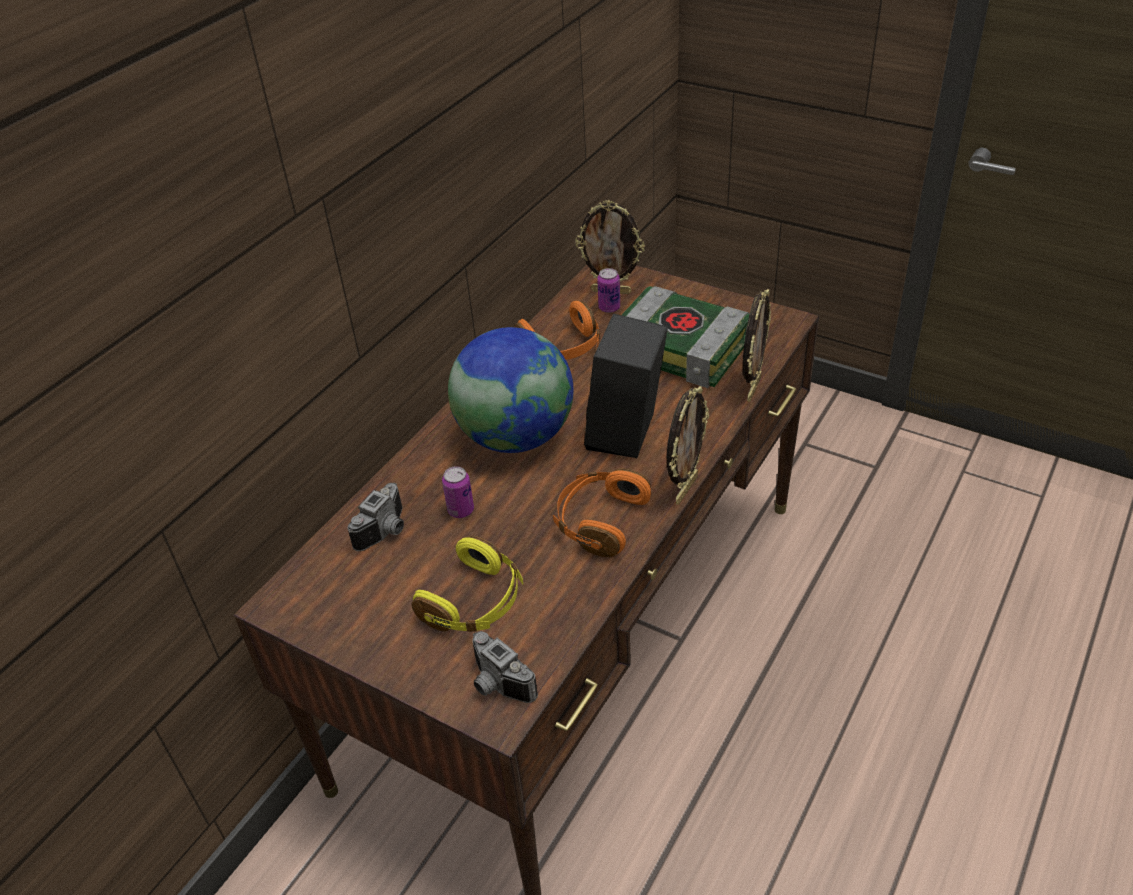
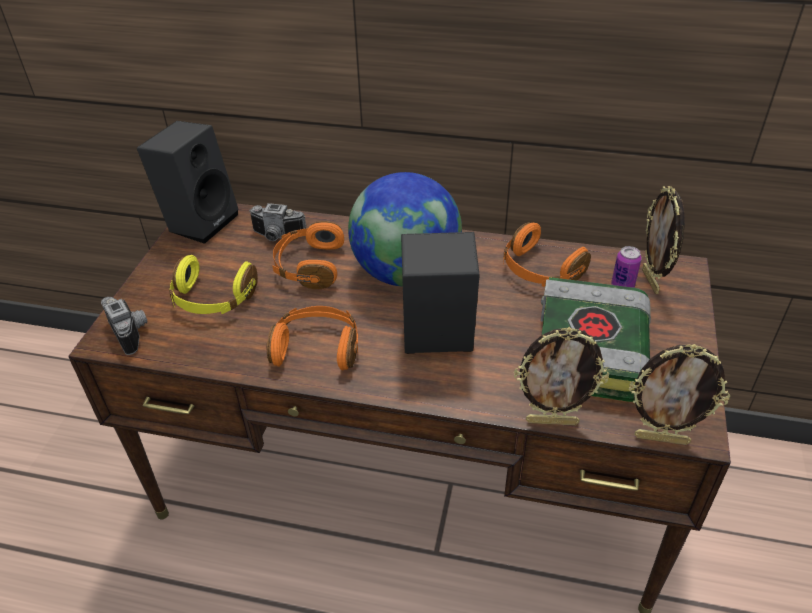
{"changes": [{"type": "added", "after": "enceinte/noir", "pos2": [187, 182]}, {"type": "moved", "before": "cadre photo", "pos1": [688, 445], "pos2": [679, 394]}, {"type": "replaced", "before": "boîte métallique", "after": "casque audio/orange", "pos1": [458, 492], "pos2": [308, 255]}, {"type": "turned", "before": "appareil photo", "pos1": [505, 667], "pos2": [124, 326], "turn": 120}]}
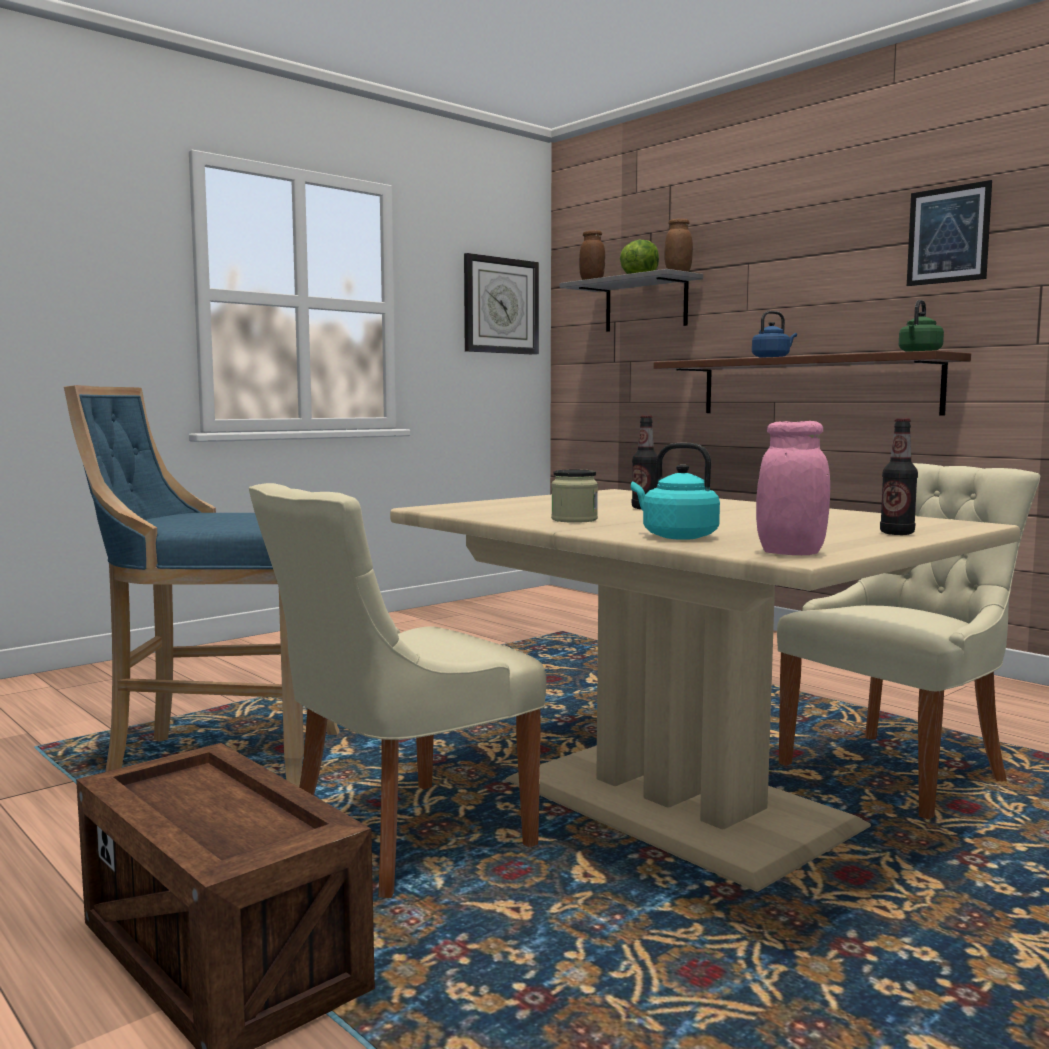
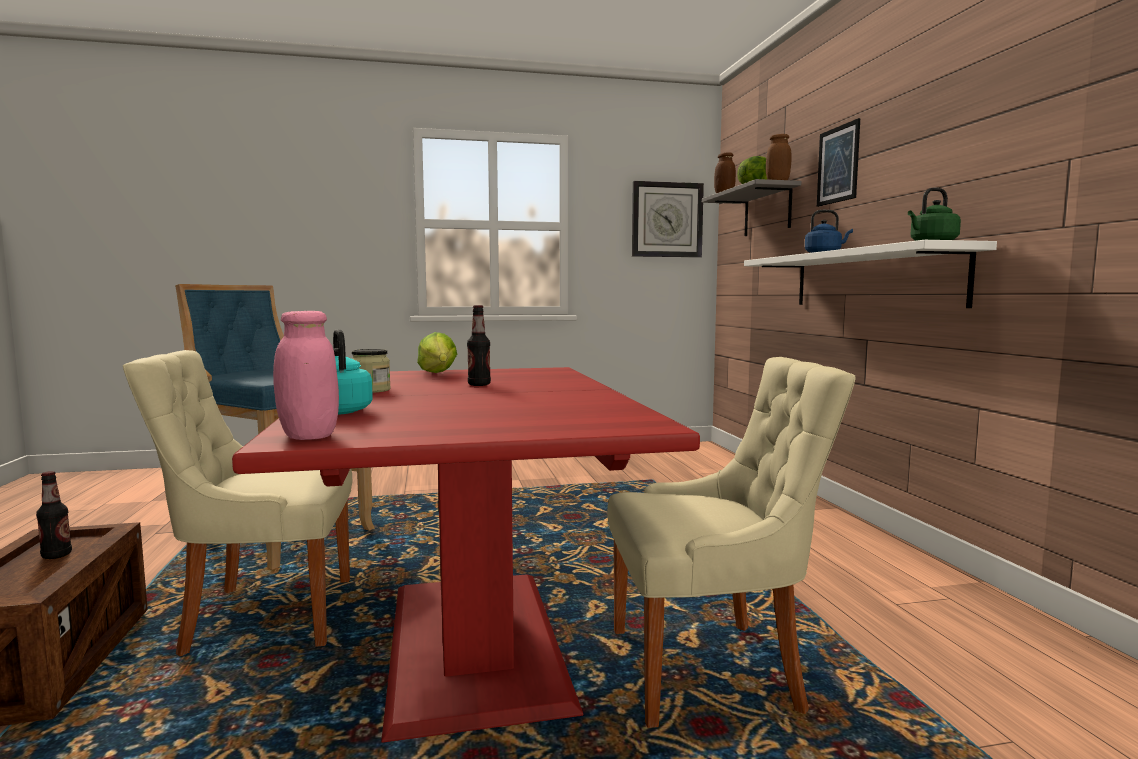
{"changes": [{"type": "added", "after": "laitue", "pos2": [437, 352]}, {"type": "moved", "before": "bouteille", "pos1": [899, 476], "pos2": [54, 515]}, {"type": "moved", "before": "tableau", "pos1": [949, 233], "pos2": [838, 162]}, {"type": "recoloured", "before": "table à manger/beige", "after": "table à manger/rouge", "pos1": [705, 690], "pos2": [466, 555]}, {"type": "recoloured", "before": "étagère/marron", "after": "étagère/blanc", "pos1": [812, 382], "pos2": [870, 274]}]}
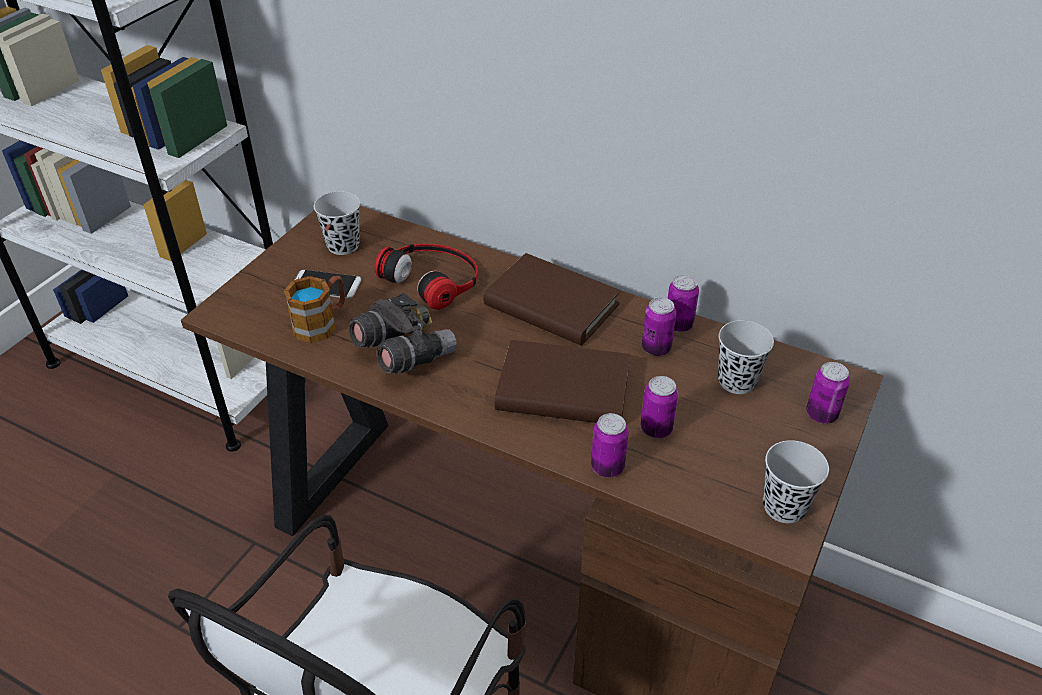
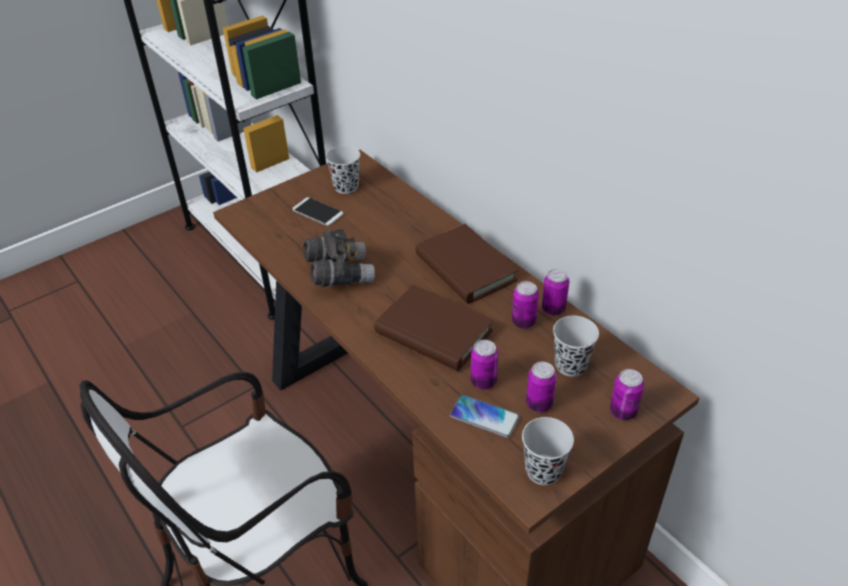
{"changes": [{"type": "removed", "before": "mug", "pos1": [314, 309]}, {"type": "removed", "before": "casque audio", "pos1": [426, 277]}, {"type": "added", "after": "téléphone", "pos2": [485, 416]}, {"type": "moved", "before": "boîte métallique", "pos1": [610, 445], "pos2": [541, 387]}]}
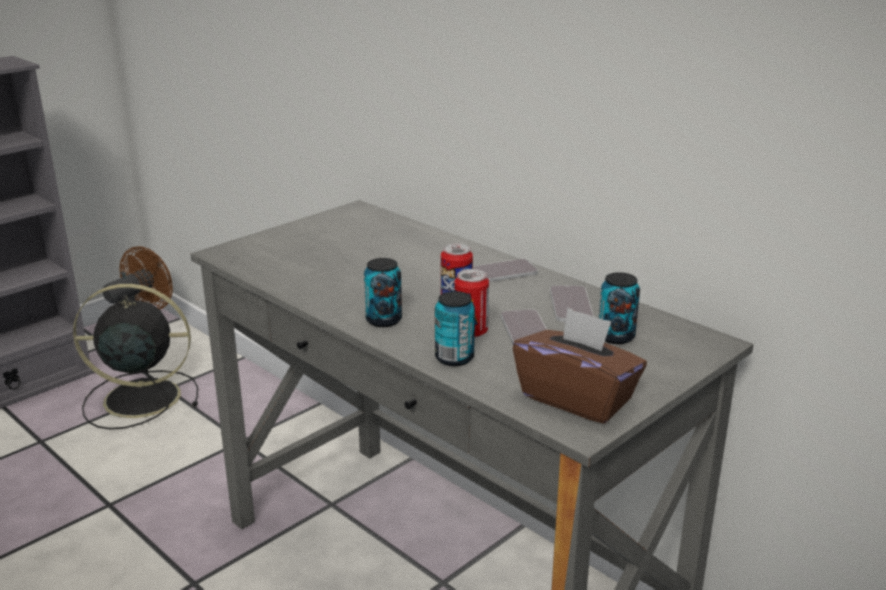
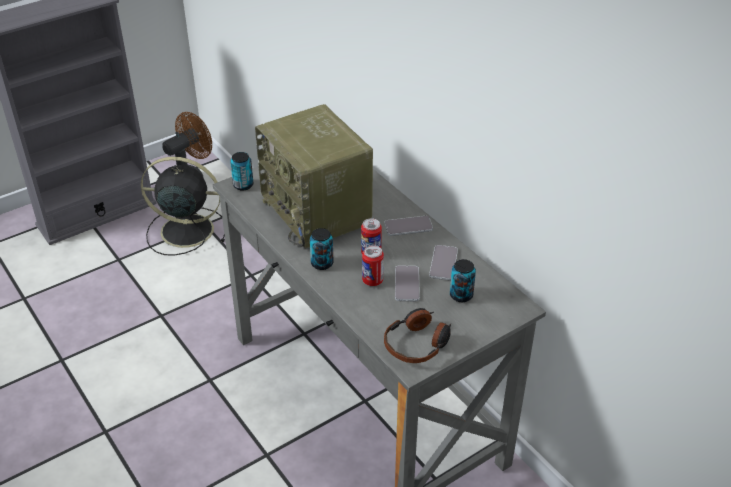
{"changes": [{"type": "added", "after": "radio", "pos2": [314, 176]}, {"type": "moved", "before": "boîte métallique", "pos1": [455, 328], "pos2": [241, 171]}, {"type": "replaced", "before": "boîte à mouchoirs/marron", "after": "casque audio", "pos1": [580, 365], "pos2": [417, 335]}]}
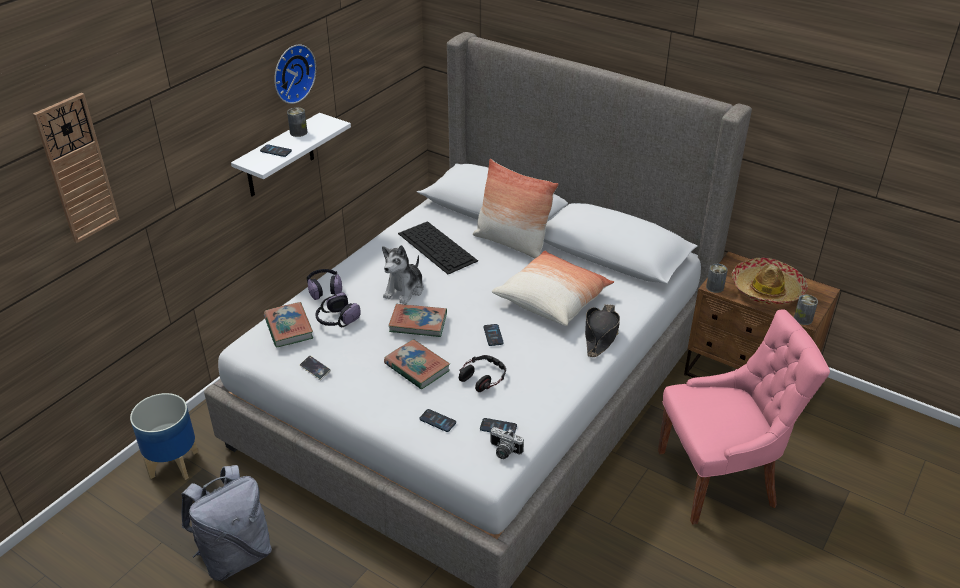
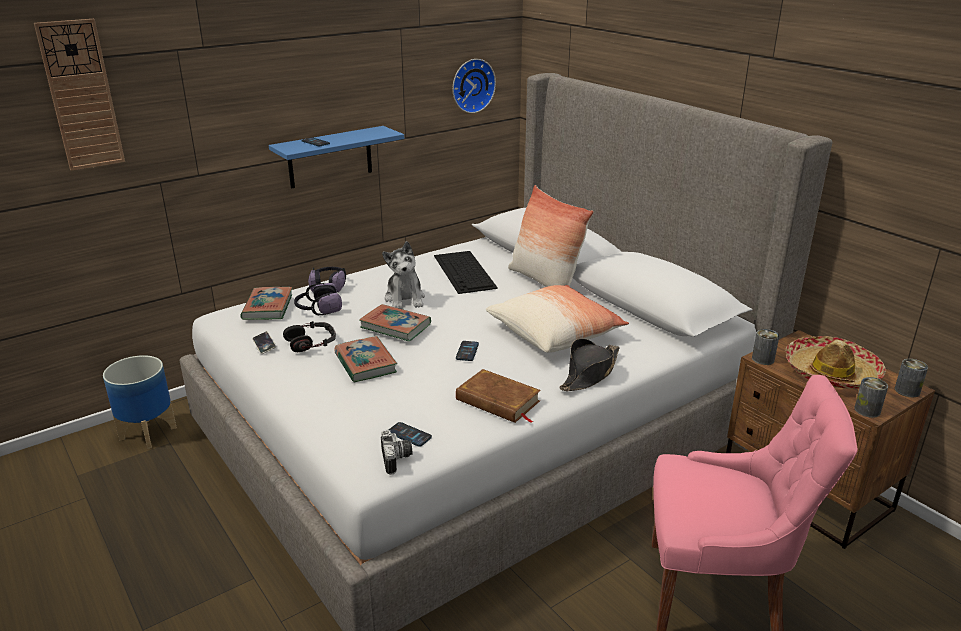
{"changes": [{"type": "removed", "before": "sac à dos/gris", "pos1": [226, 523]}, {"type": "removed", "before": "téléphone", "pos1": [437, 420]}, {"type": "added", "after": "livre/marron", "pos2": [498, 396]}, {"type": "moved", "before": "horloge murale", "pos1": [295, 74], "pos2": [474, 86]}, {"type": "moved", "before": "boîte métallique", "pos1": [297, 122], "pos2": [911, 378]}, {"type": "moved", "before": "casque audio", "pos1": [482, 373], "pos2": [309, 336]}, {"type": "recoloured", "before": "étagère/blanc", "after": "étagère/bleu", "pos1": [291, 154], "pos2": [336, 157]}, {"type": "turned", "before": "peluche", "pos1": [403, 275], "pos2": [403, 275], "turn": -60}, {"type": "turned", "before": "appareil photo", "pos1": [507, 443], "pos2": [397, 452], "turn": -150}]}
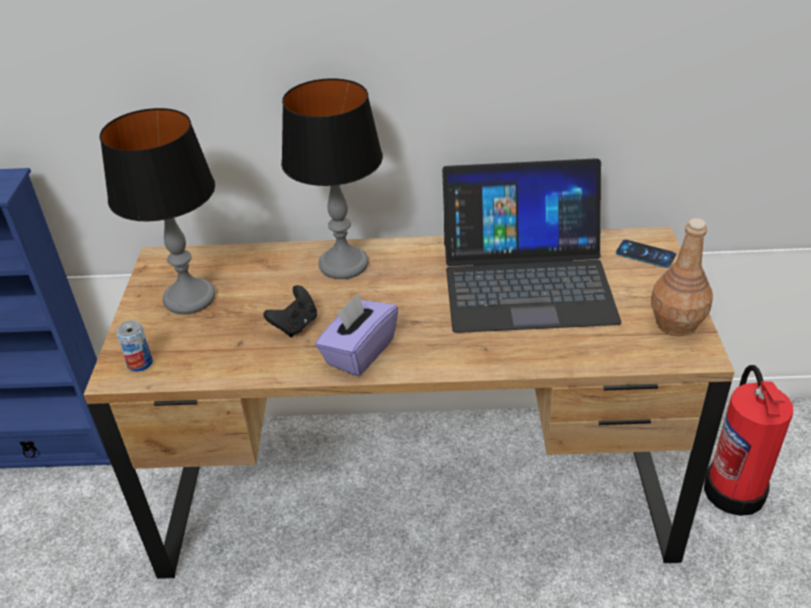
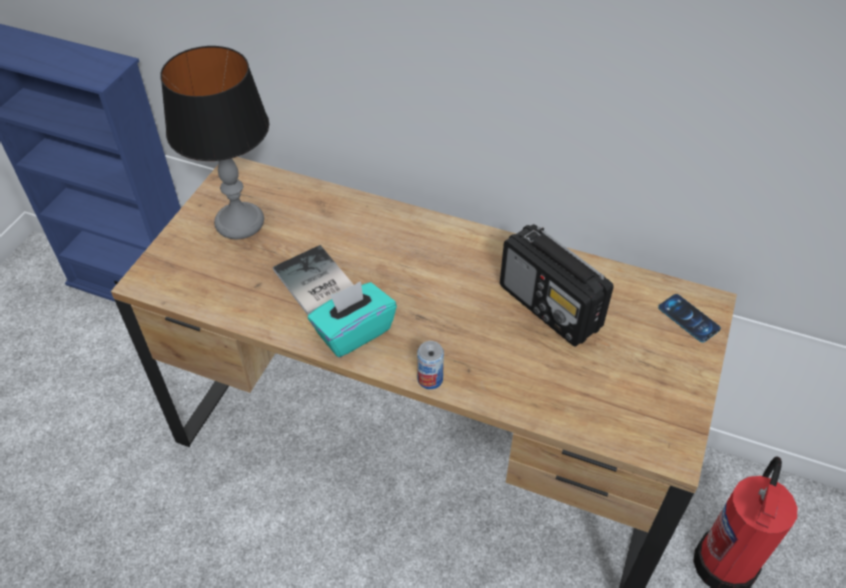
{"changes": [{"type": "removed", "before": "lampe de table", "pos1": [332, 178]}, {"type": "removed", "before": "bouteille/marron", "pos1": [682, 277]}, {"type": "moved", "before": "boîte métallique", "pos1": [134, 346], "pos2": [430, 365]}, {"type": "replaced", "before": "manette/noir", "after": "livre", "pos1": [290, 311], "pos2": [313, 280]}, {"type": "replaced", "before": "ordinateur portable", "after": "radio", "pos1": [531, 245], "pos2": [557, 285]}, {"type": "recoloured", "before": "boîte à mouchoirs/violet", "after": "boîte à mouchoirs/turquoise", "pos1": [356, 334], "pos2": [352, 319]}]}
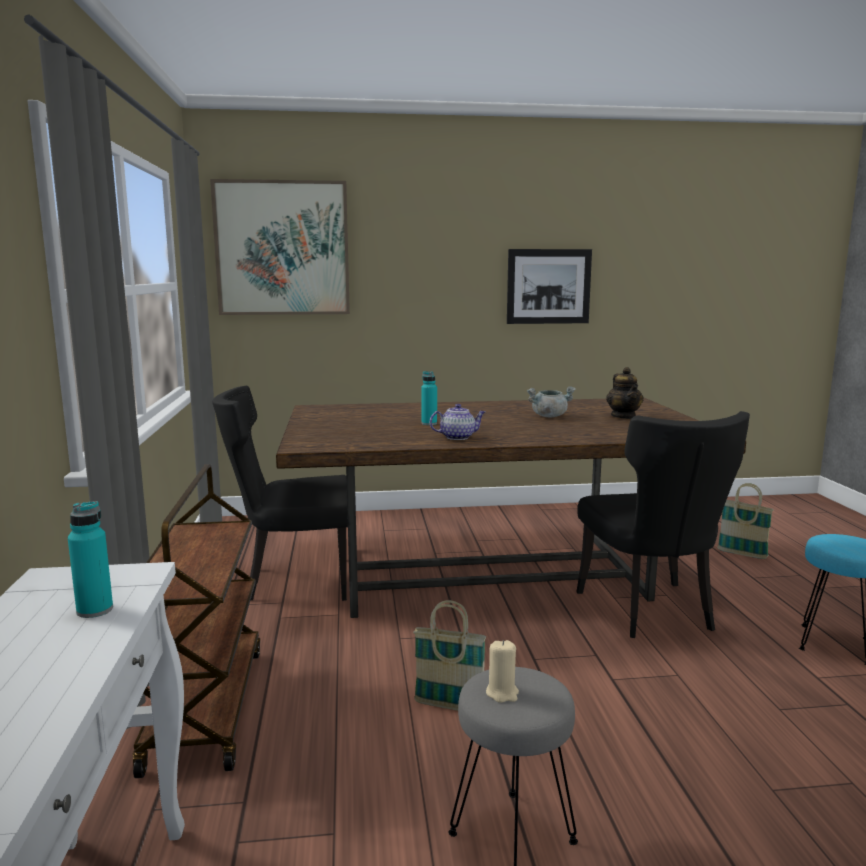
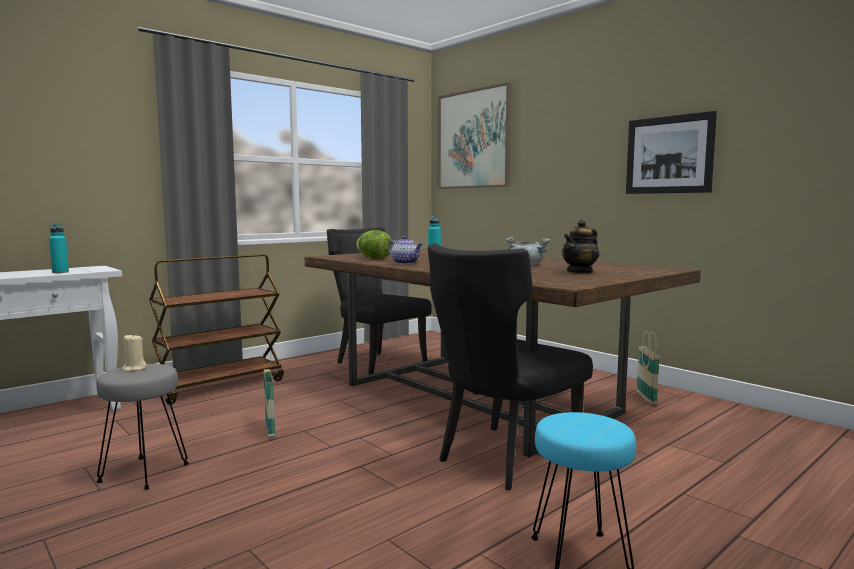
{"changes": [{"type": "added", "after": "laitue", "pos2": [374, 244]}, {"type": "moved", "before": "panier", "pos1": [745, 521], "pos2": [648, 367]}]}
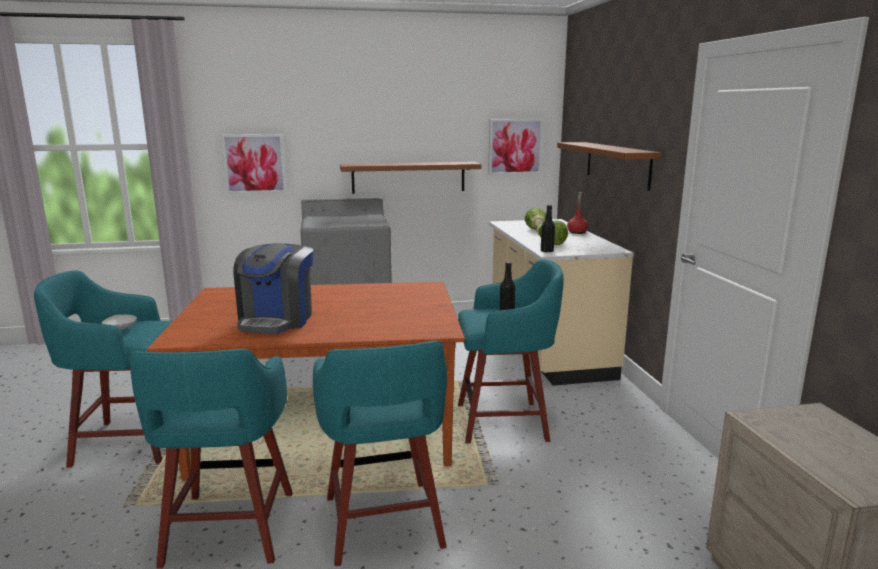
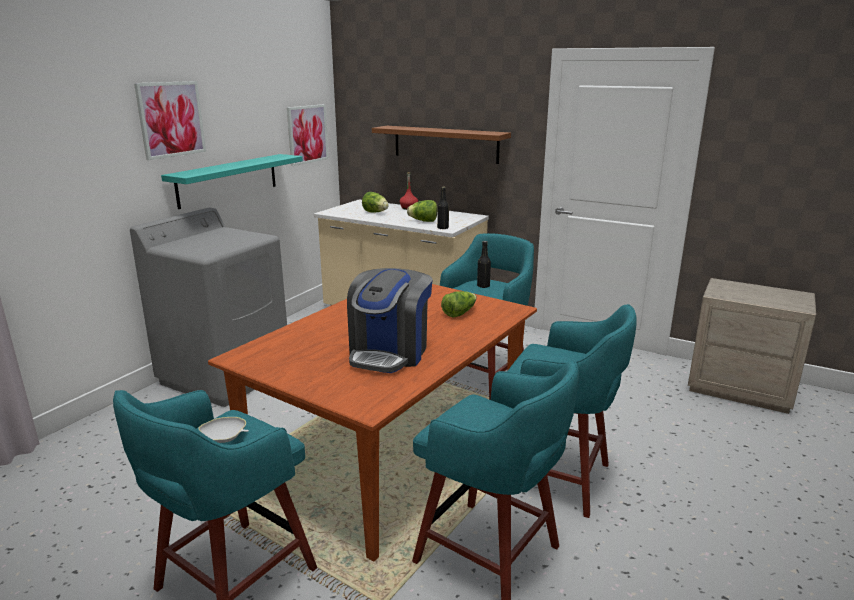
{"changes": [{"type": "added", "after": "laitue", "pos2": [459, 304]}, {"type": "moved", "before": "tableau", "pos1": [253, 164], "pos2": [170, 120]}, {"type": "recoloured", "before": "étagère/marron", "after": "étagère/turquoise", "pos1": [410, 178], "pos2": [232, 181]}, {"type": "turned", "before": "machine à café", "pos1": [273, 288], "pos2": [390, 320], "turn": 60}]}
